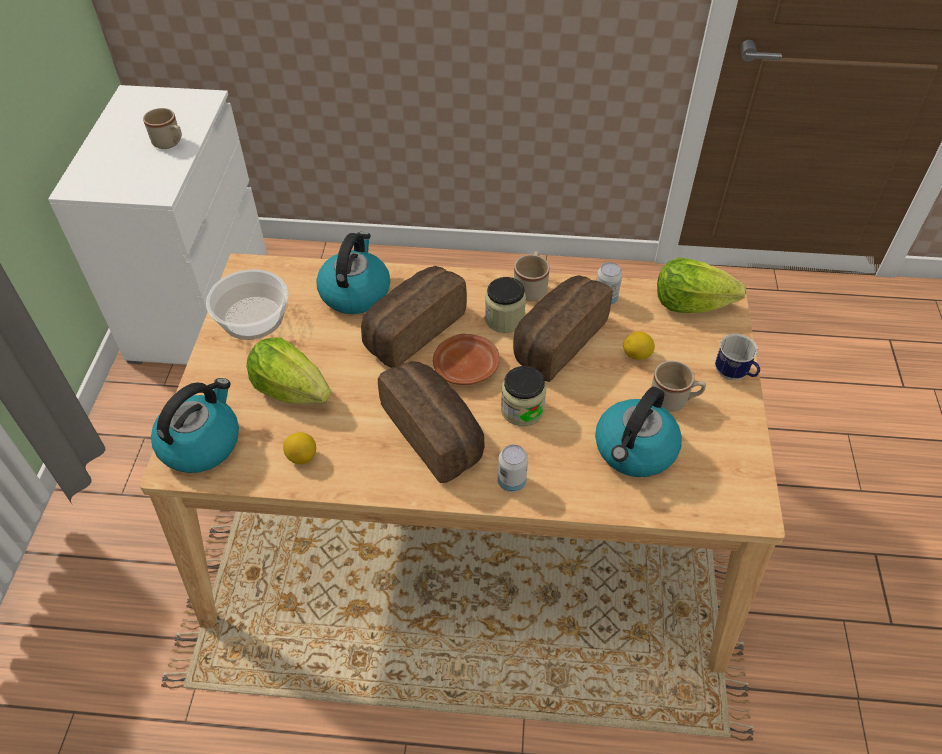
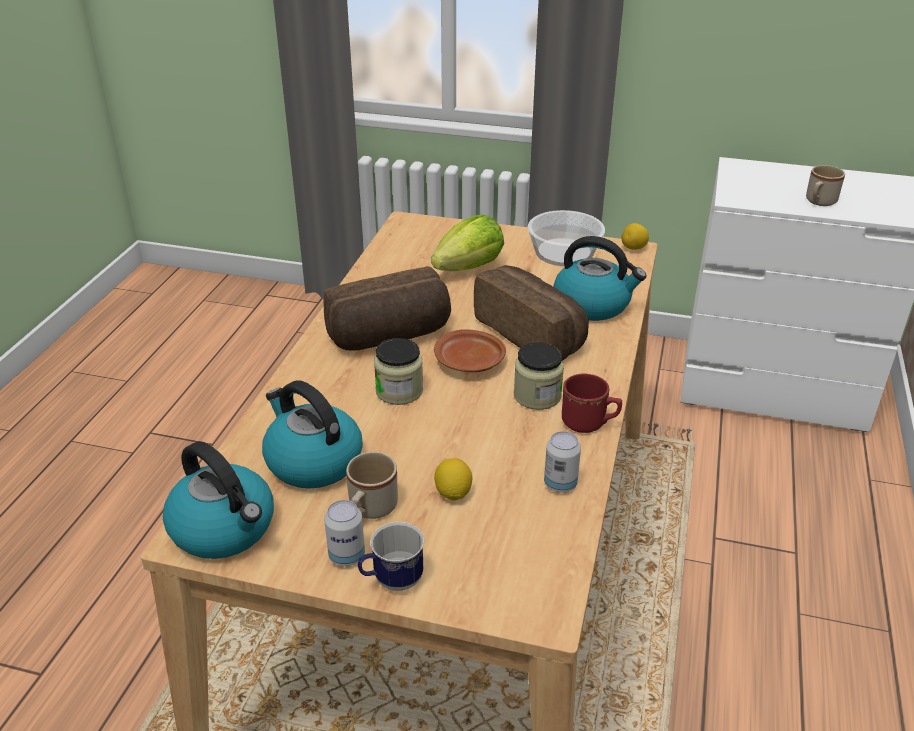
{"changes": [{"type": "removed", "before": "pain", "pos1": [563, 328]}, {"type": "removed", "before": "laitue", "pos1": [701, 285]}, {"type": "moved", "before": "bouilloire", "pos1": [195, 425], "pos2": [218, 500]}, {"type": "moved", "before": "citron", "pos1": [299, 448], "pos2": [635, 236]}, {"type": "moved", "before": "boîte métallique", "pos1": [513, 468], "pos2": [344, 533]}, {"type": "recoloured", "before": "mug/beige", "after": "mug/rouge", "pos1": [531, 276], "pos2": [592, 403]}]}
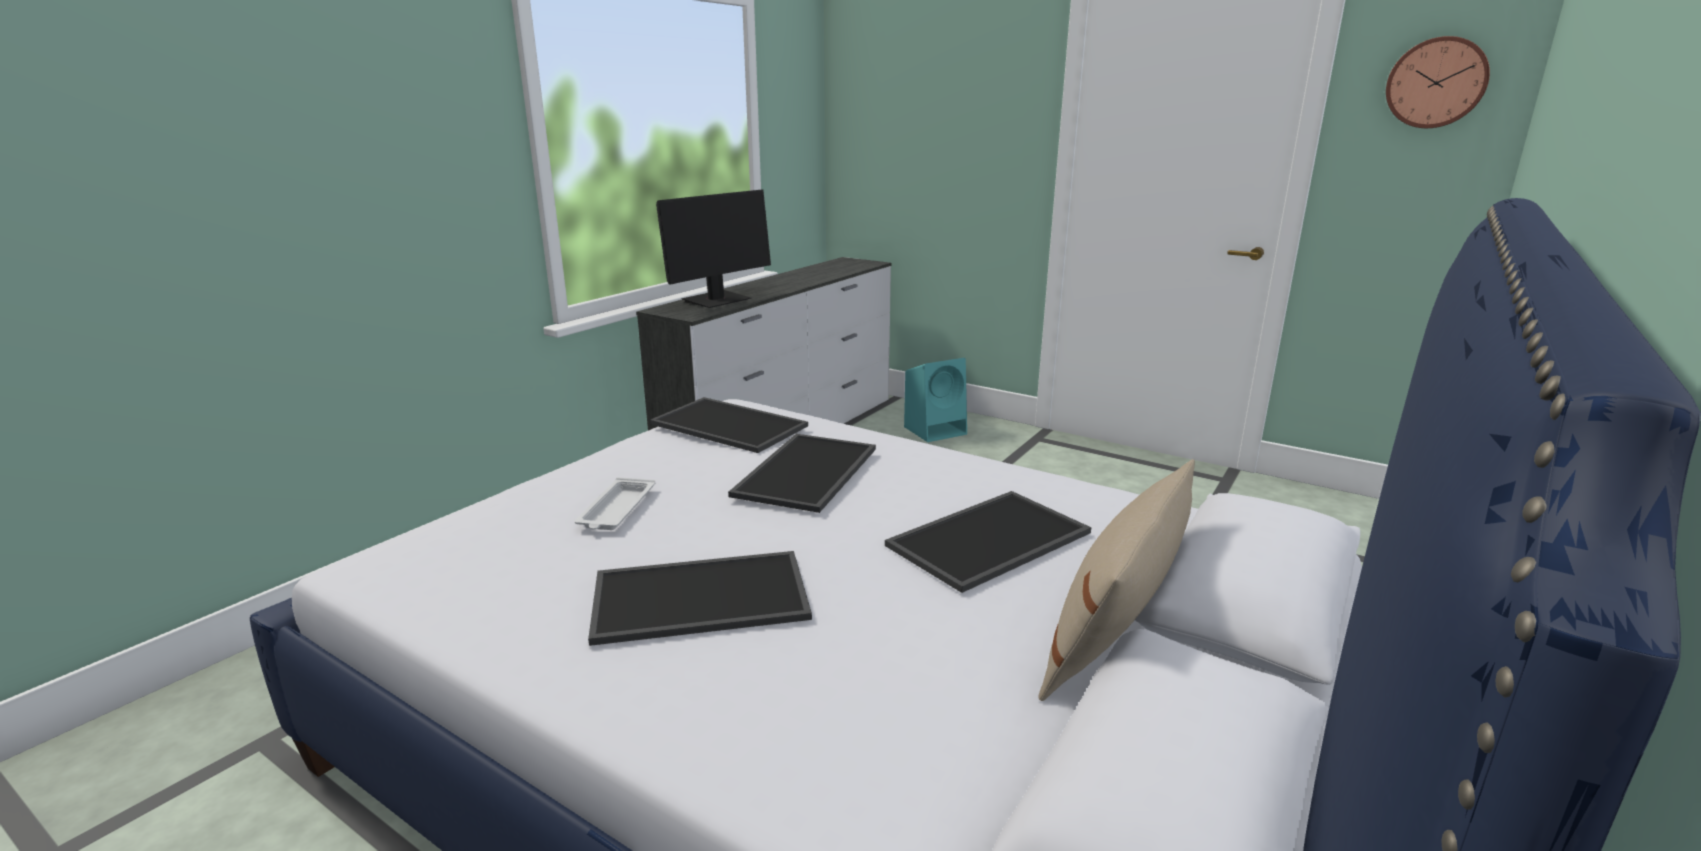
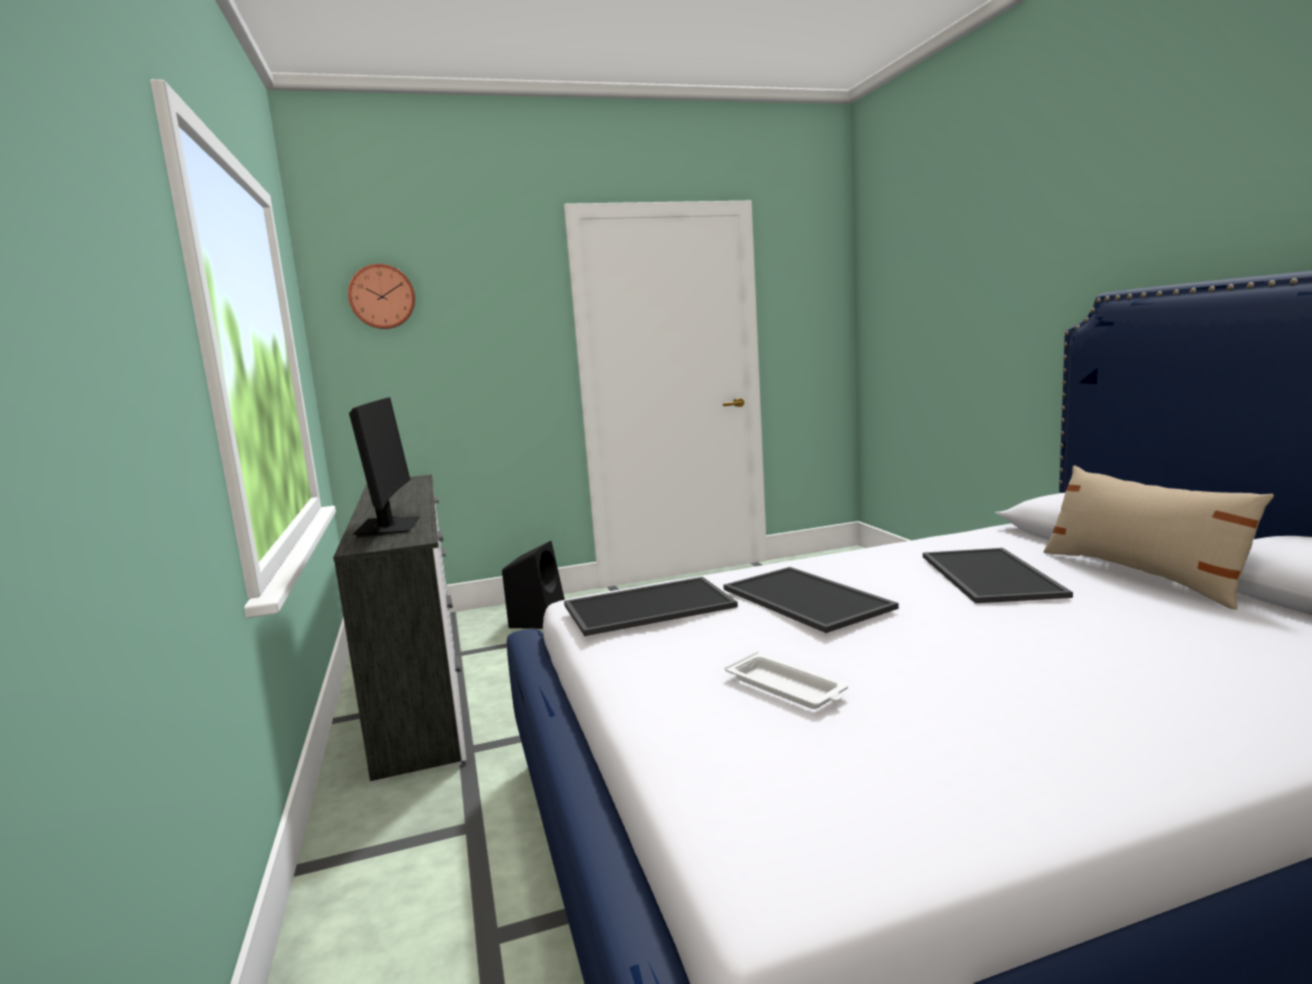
{"changes": [{"type": "removed", "before": "plateau", "pos1": [700, 598]}, {"type": "moved", "before": "horloge murale", "pos1": [1438, 82], "pos2": [381, 296]}, {"type": "recoloured", "before": "enceinte/turquoise", "after": "enceinte/noir", "pos1": [935, 400], "pos2": [533, 585]}]}
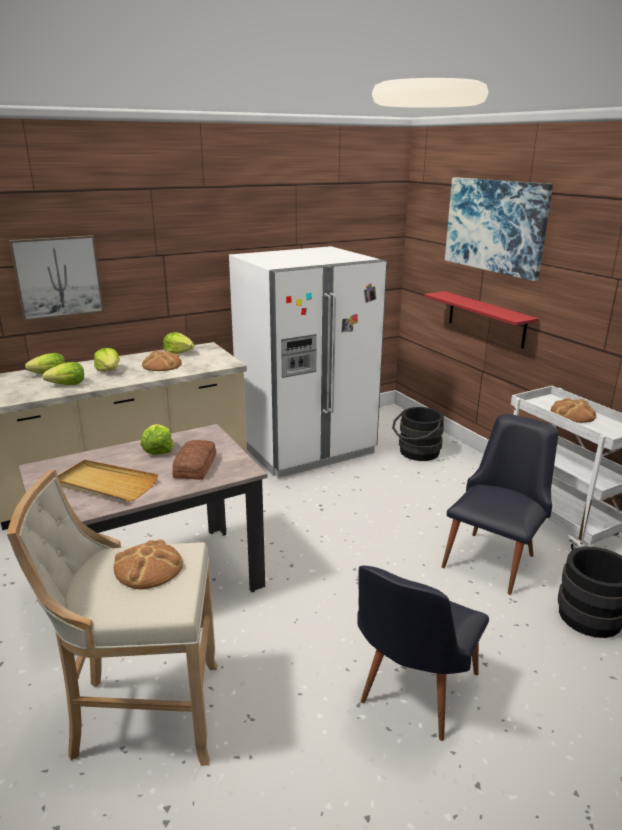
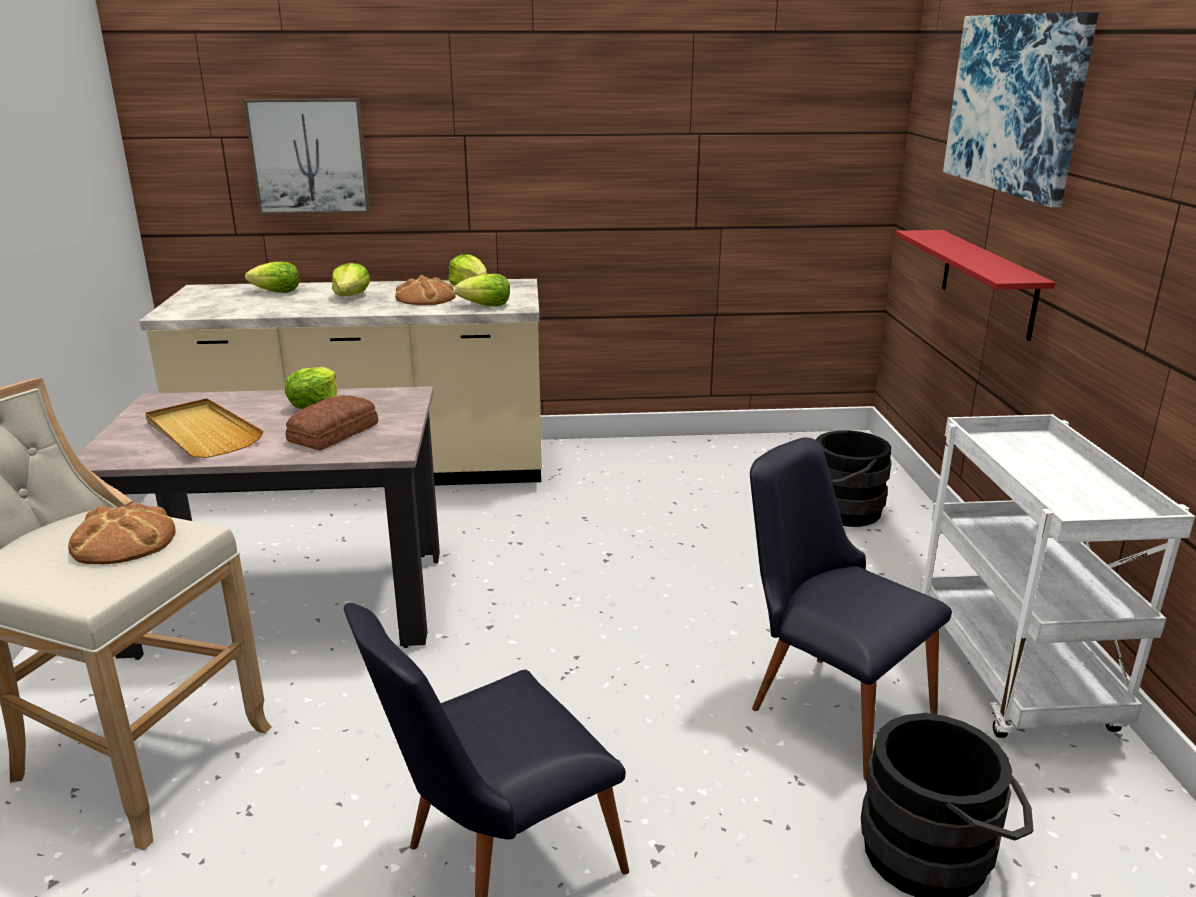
{"changes": [{"type": "removed", "before": "réfrigérateur/blanc", "pos1": [308, 362]}, {"type": "removed", "before": "pain", "pos1": [573, 410]}, {"type": "moved", "before": "laitue", "pos1": [63, 373], "pos2": [482, 290]}, {"type": "turned", "before": "chaise/noir", "pos1": [500, 504], "pos2": [851, 609], "turn": -105}]}
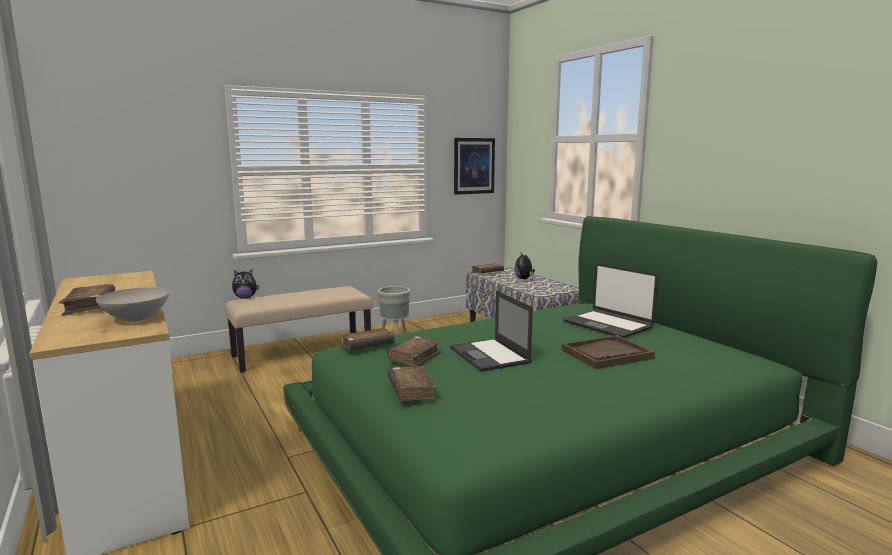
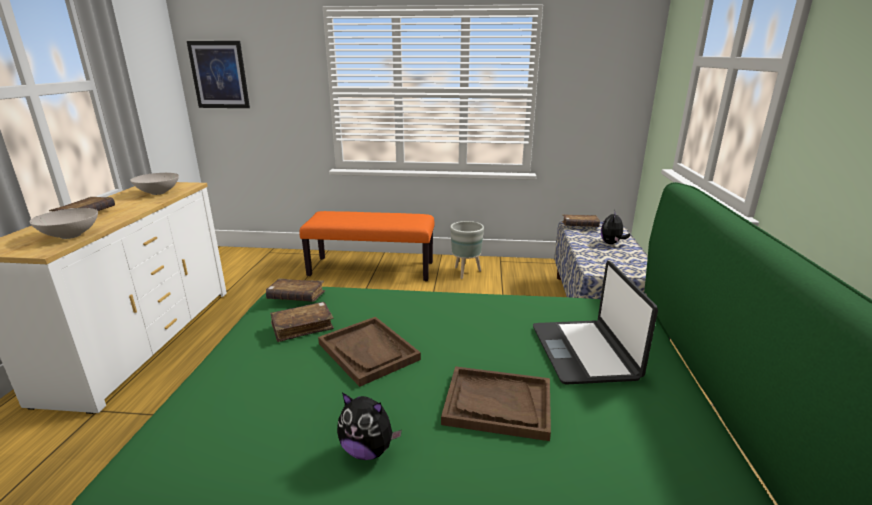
{"changes": [{"type": "removed", "before": "livre/marron", "pos1": [413, 383]}, {"type": "added", "after": "bol/blanc", "pos2": [154, 184]}, {"type": "moved", "before": "peluche", "pos1": [245, 284], "pos2": [369, 426]}, {"type": "moved", "before": "tableau", "pos1": [474, 166], "pos2": [218, 74]}, {"type": "replaced", "before": "ordinateur portable", "after": "plateau/marron", "pos1": [491, 331], "pos2": [369, 352]}, {"type": "recoloured", "before": "banc/beige", "after": "banc/orange", "pos1": [298, 329], "pos2": [366, 246]}]}
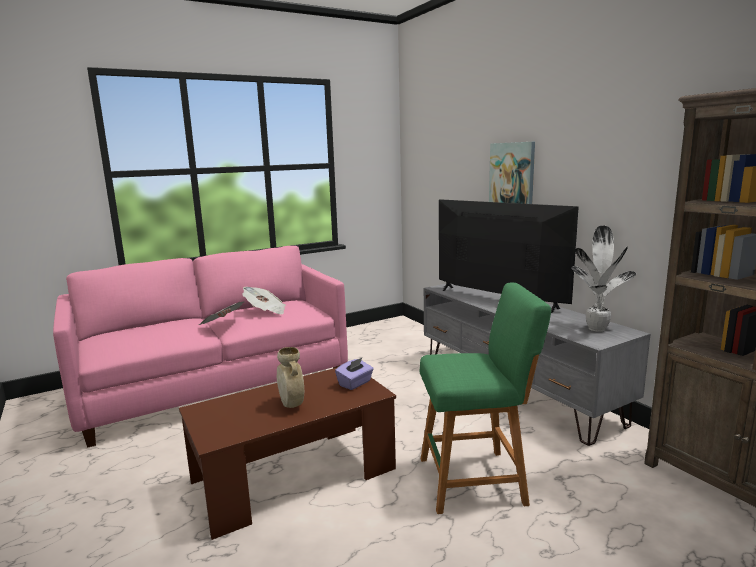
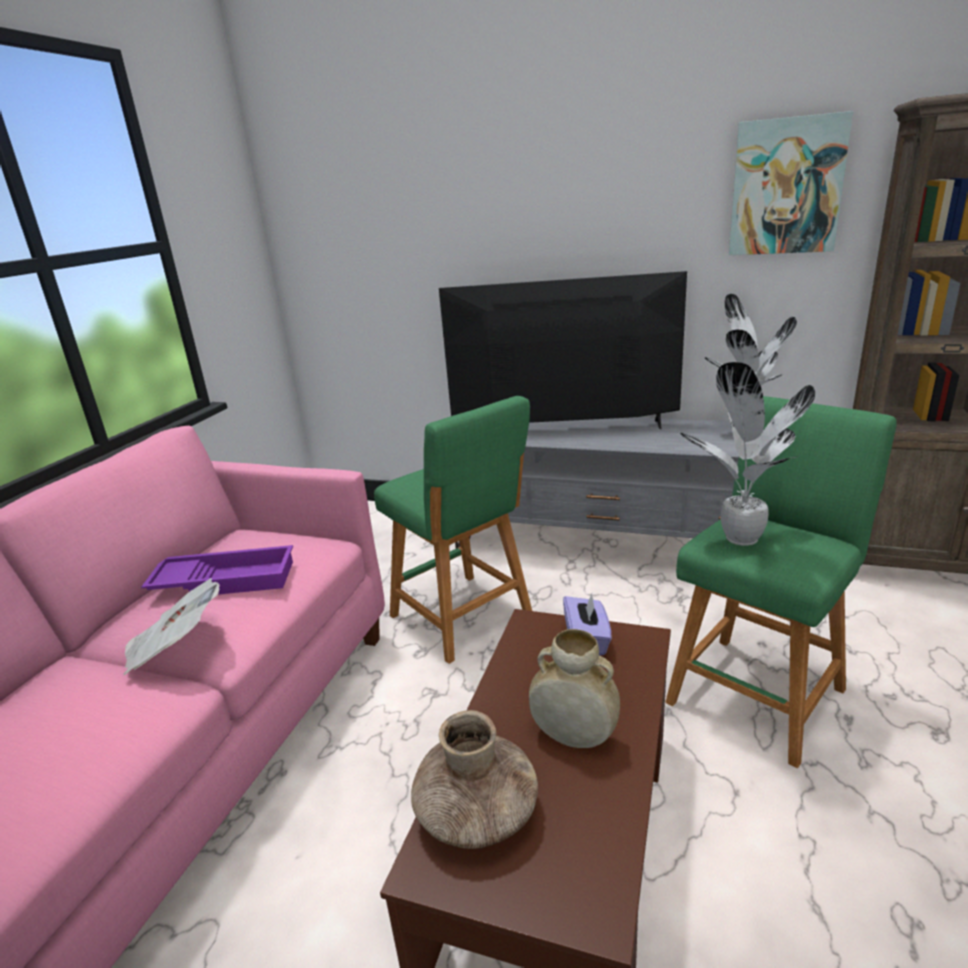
{"changes": [{"type": "added", "after": "tabouret/vert", "pos2": [453, 530]}, {"type": "added", "after": "vase/marron", "pos2": [474, 779]}, {"type": "added", "after": "plante en pot", "pos2": [747, 454]}, {"type": "moved", "before": "tableau", "pos1": [512, 173], "pos2": [791, 183]}, {"type": "replaced", "before": "journal", "after": "plateau/violet", "pos1": [264, 300], "pos2": [217, 570]}]}
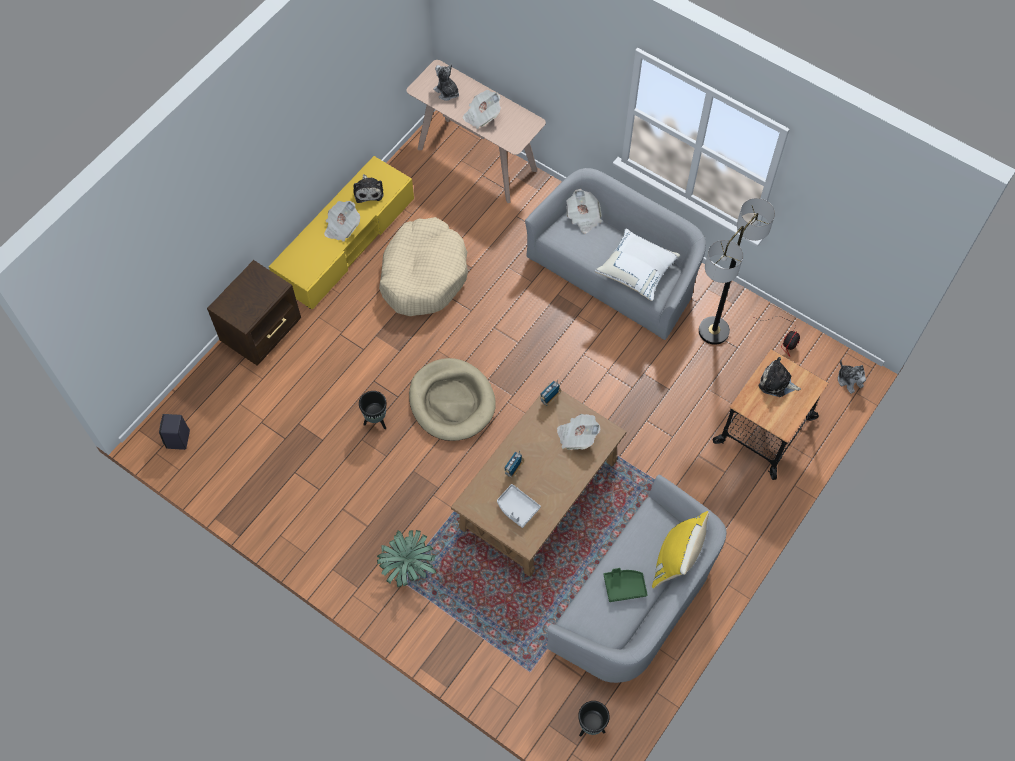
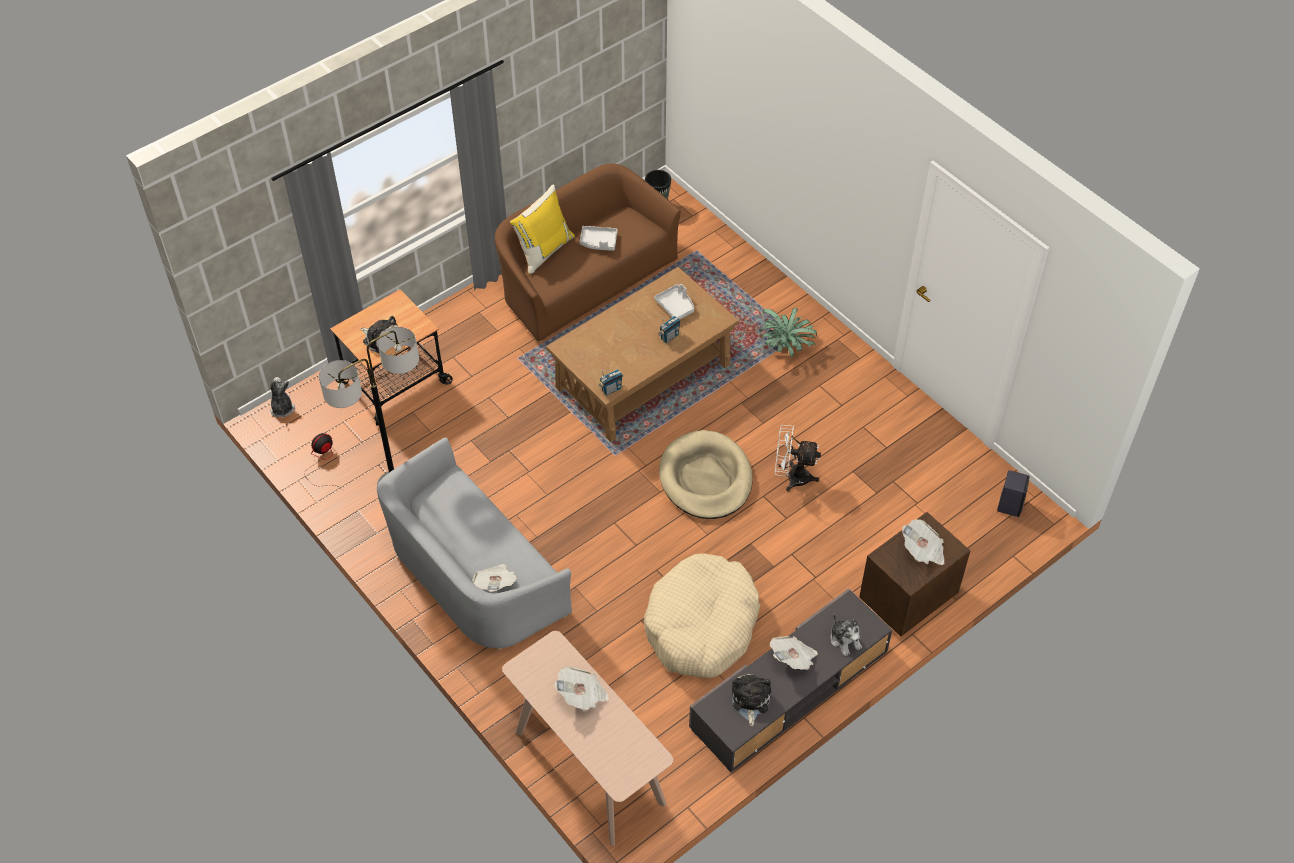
{"changes": [{"type": "removed", "before": "coussin/blanc", "pos1": [637, 265]}, {"type": "moved", "before": "peluche", "pos1": [446, 82], "pos2": [846, 634]}, {"type": "moved", "before": "journal", "pos1": [578, 432], "pos2": [923, 542]}, {"type": "replaced", "before": "cache-pot/noir", "after": "ventilateur/blanc", "pos1": [372, 410], "pos2": [798, 458]}, {"type": "recoloured", "before": "meuble télé/jaune", "after": "meuble télé/gris", "pos1": [341, 233], "pos2": [790, 680]}, {"type": "recoloured", "before": "canapé/gris", "after": "canapé/marron", "pos1": [637, 579], "pos2": [588, 252]}, {"type": "recoloured", "before": "plateau/vert", "after": "plateau/gris", "pos1": [626, 585], "pos2": [599, 238]}]}
